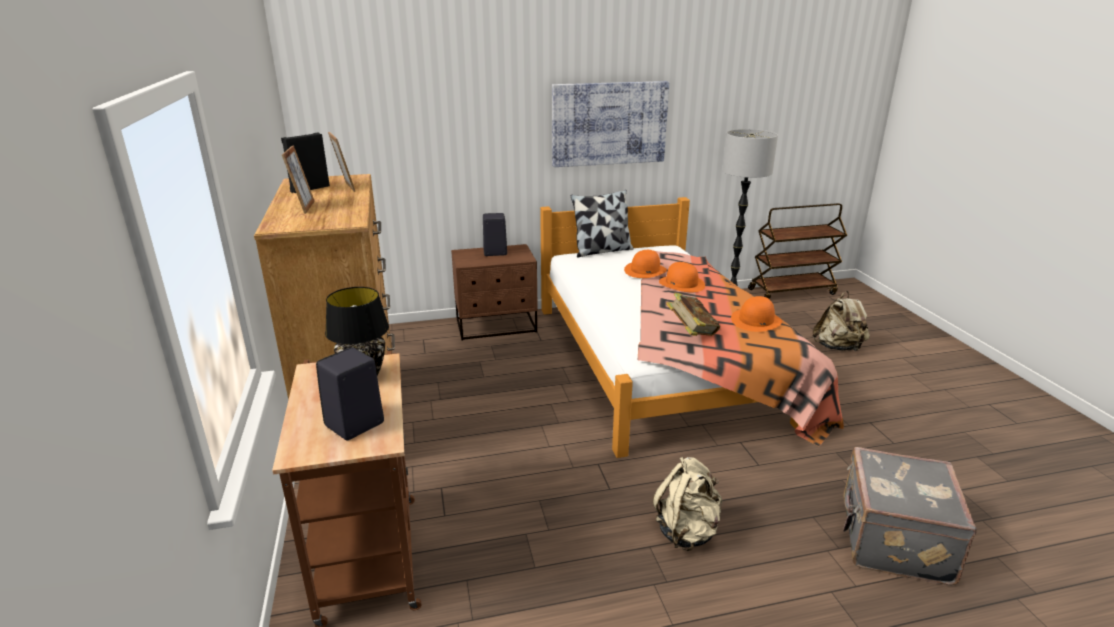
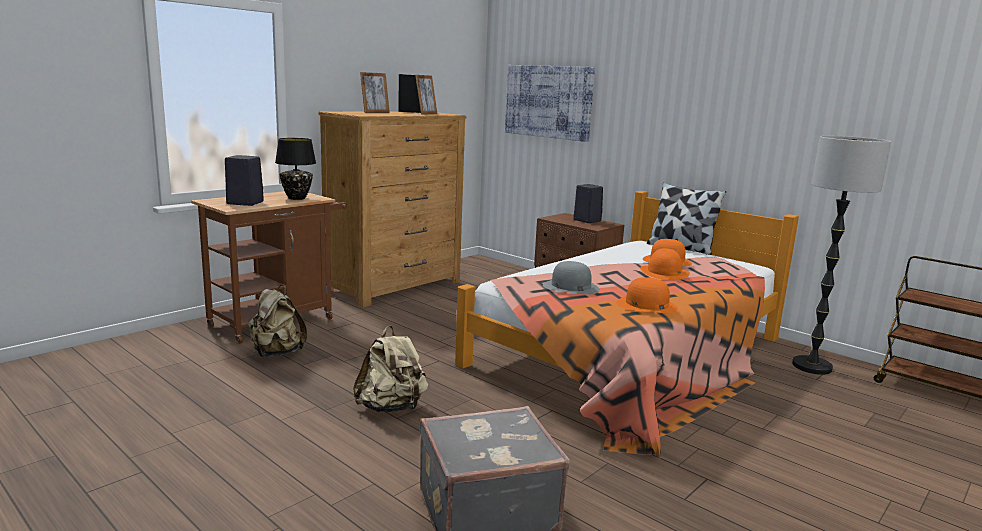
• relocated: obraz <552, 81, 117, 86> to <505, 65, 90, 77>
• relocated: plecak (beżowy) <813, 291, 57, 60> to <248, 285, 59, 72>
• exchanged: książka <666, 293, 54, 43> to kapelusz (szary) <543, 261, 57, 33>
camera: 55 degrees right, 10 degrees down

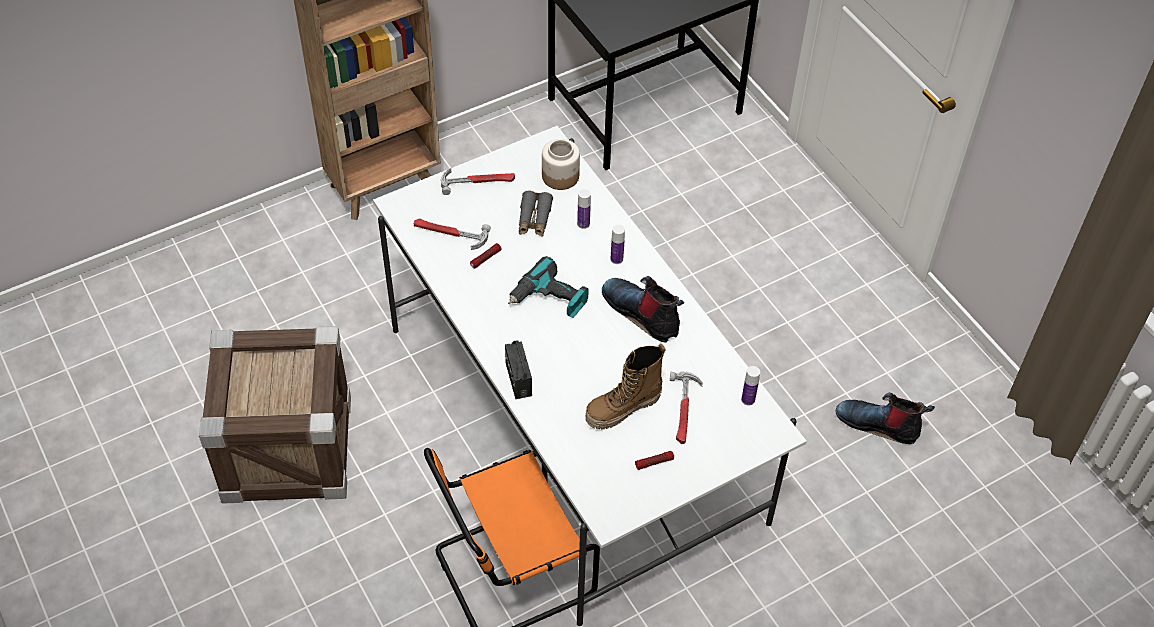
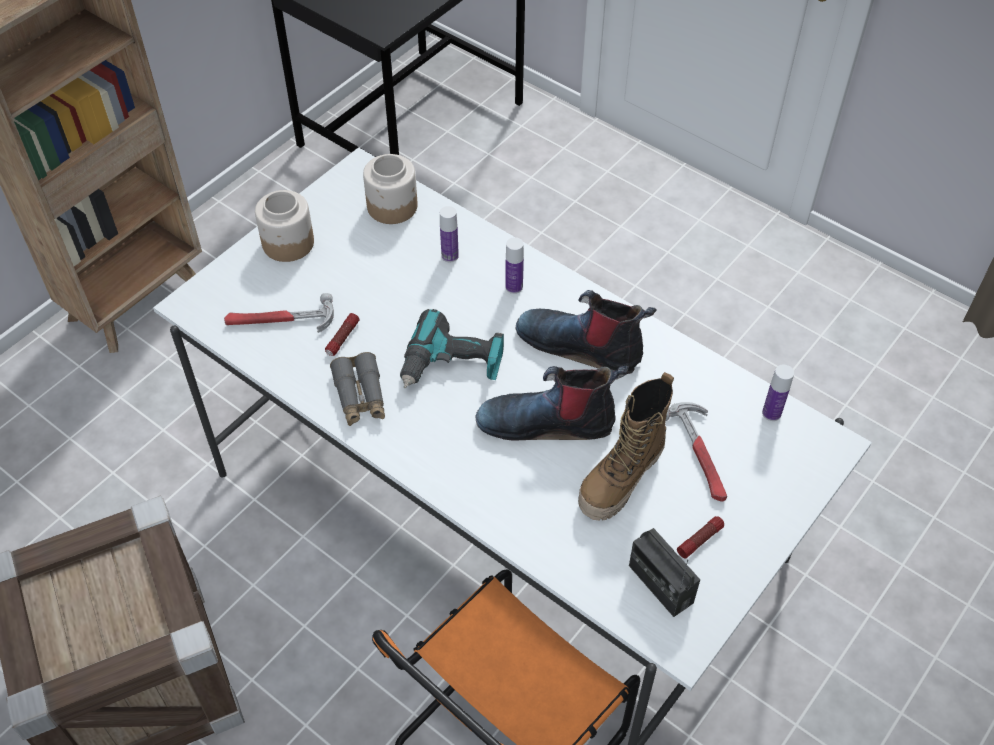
• exchanged: młotek <441, 168, 74, 27> to słoik <255, 190, 59, 72>
• relocated: lornetka (szary) <519, 190, 34, 47> to <330, 352, 55, 74>
• relocated: radio <505, 340, 27, 59> to <629, 528, 71, 89>
• relocated: but z cholewką <836, 393, 99, 51> to <476, 366, 153, 74>
camera: 20 degrees left, 0 degrees up

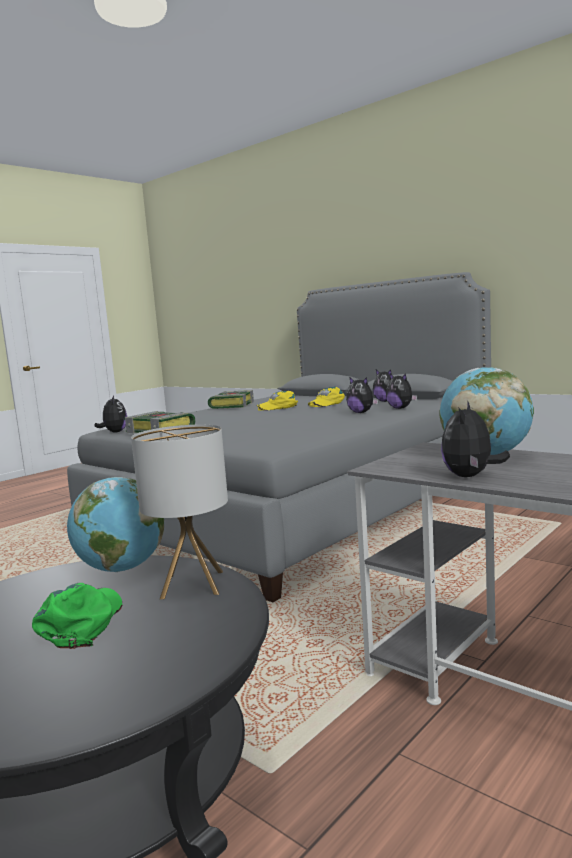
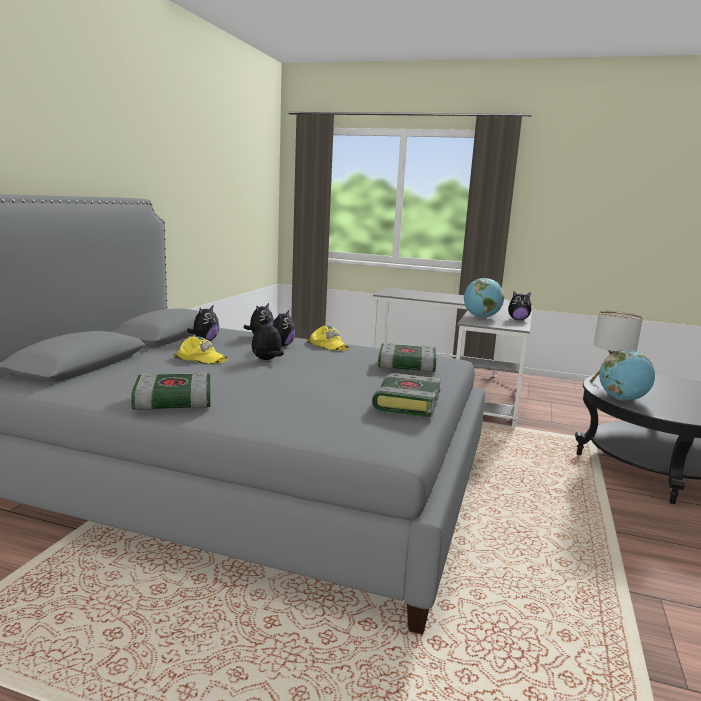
• relocated: czapka z daszkiem (żółty) <257, 391, 41, 19> to <307, 325, 42, 26>
• relocated: pluszak <95, 396, 32, 36> to <251, 320, 33, 40>
• missing: czapka z daszkiem (zielony) <32, 583, 91, 66>
• appeared: książka <378, 343, 58, 29>
camera: 115 degrees left, 5 degrees up

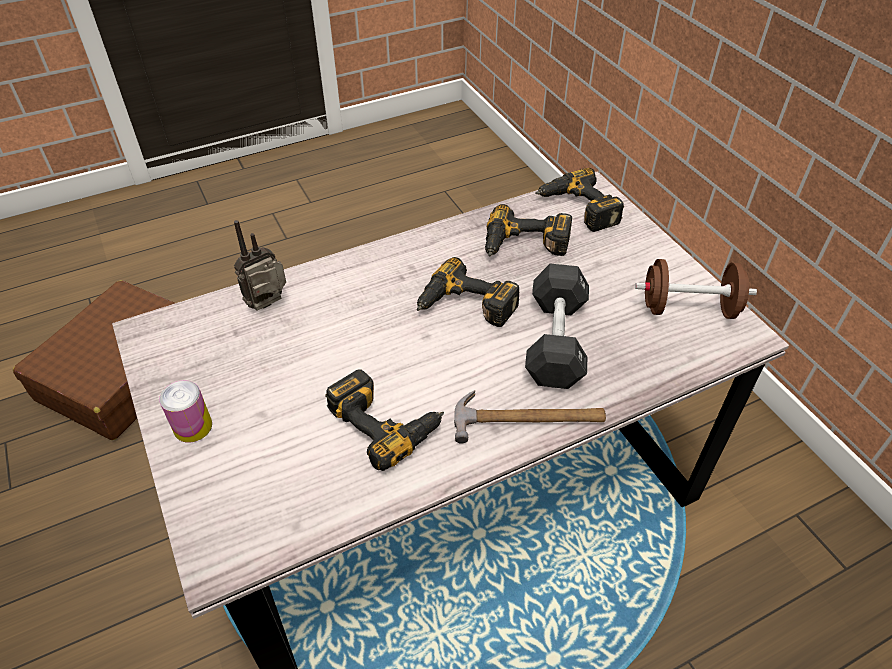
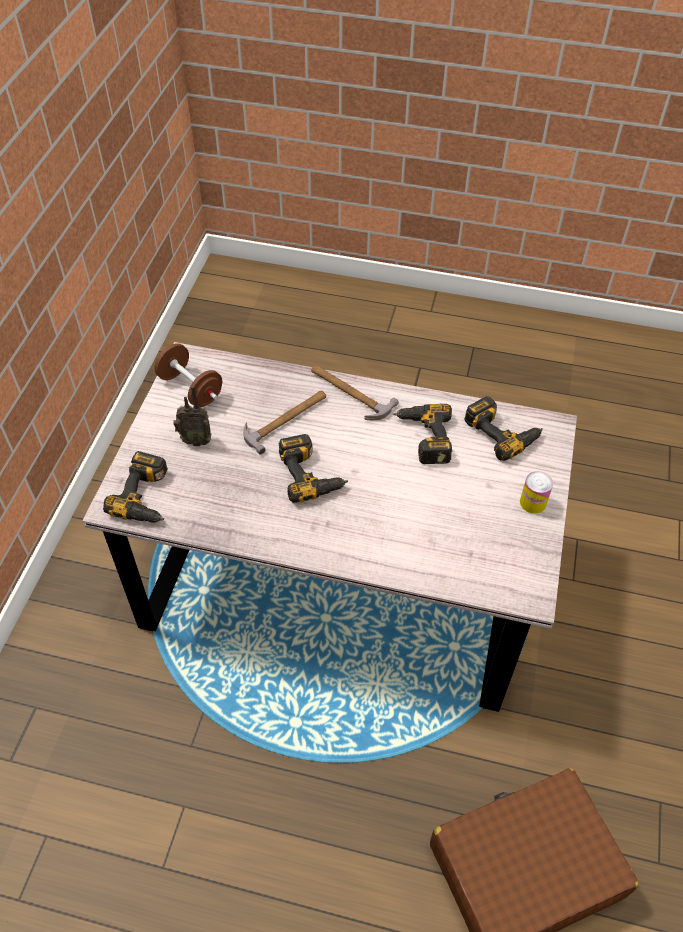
• relocated: wiertarka <485, 204, 87, 53> to <464, 396, 79, 65>
• relocated: radio <234, 220, 52, 91> to <173, 386, 39, 60>
• exchanged: hantel (czarny) <525, 264, 64, 125> to młotek <243, 391, 83, 64>
camera: 140 degrees left, 5 degrees up

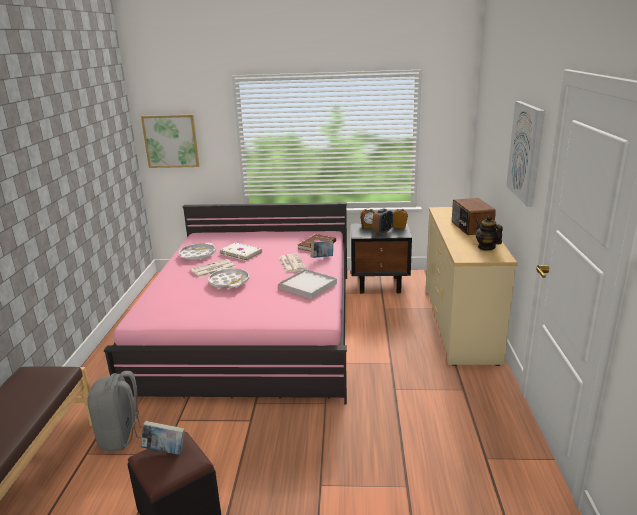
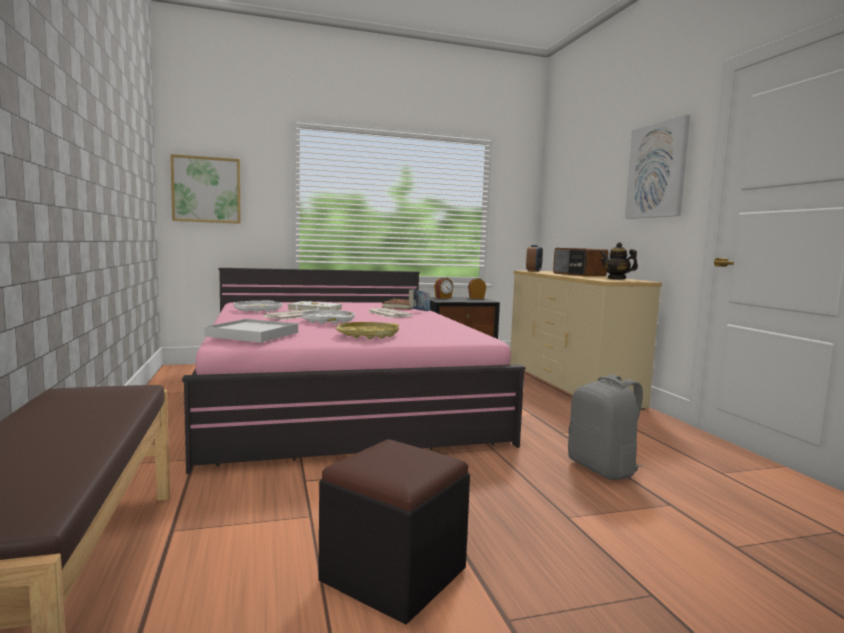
• relocated: budzik <372, 209, 21, 25> to <526, 245, 17, 27>
• relocated: taca (biały) <279, 269, 58, 30> to <204, 319, 94, 24>
• relocated: plecak (szary) <87, 371, 56, 80> to <568, 374, 75, 106>
• missing: książka <141, 421, 44, 34>
• appeared: taca (żółty) <336, 322, 63, 17>
camera: 20 degrees left, 15 degrees down

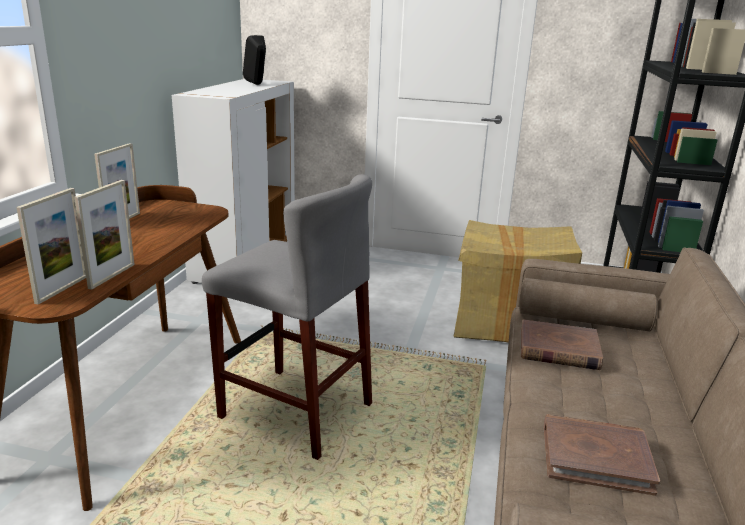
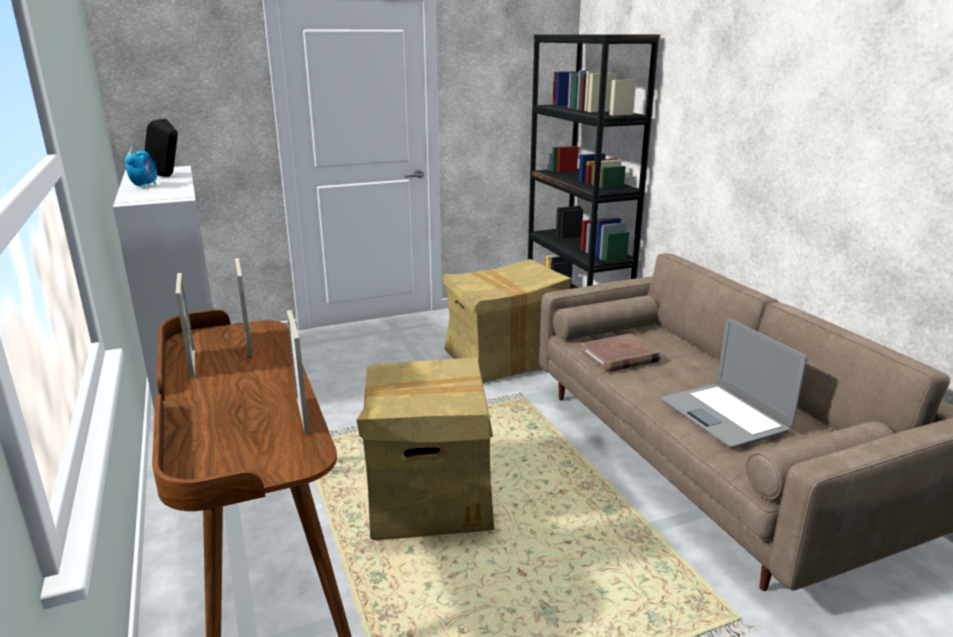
• exchanged: stołek (szary) <202, 174, 170, 286> to karton <356, 357, 138, 183>
• relocated: ramka na zdjęcie <16, 188, 70, 117> to <235, 258, 18, 98>
• exchanged: książka (brązowy) <544, 414, 116, 82> to laptop <661, 319, 146, 129>
• appeared: budzik <125, 146, 32, 43>
camera: 35 degrees left, 0 degrees up

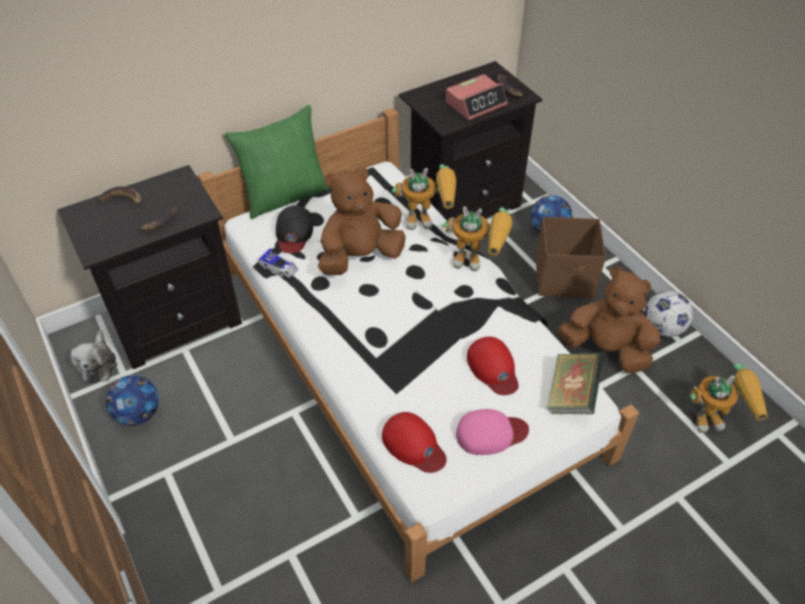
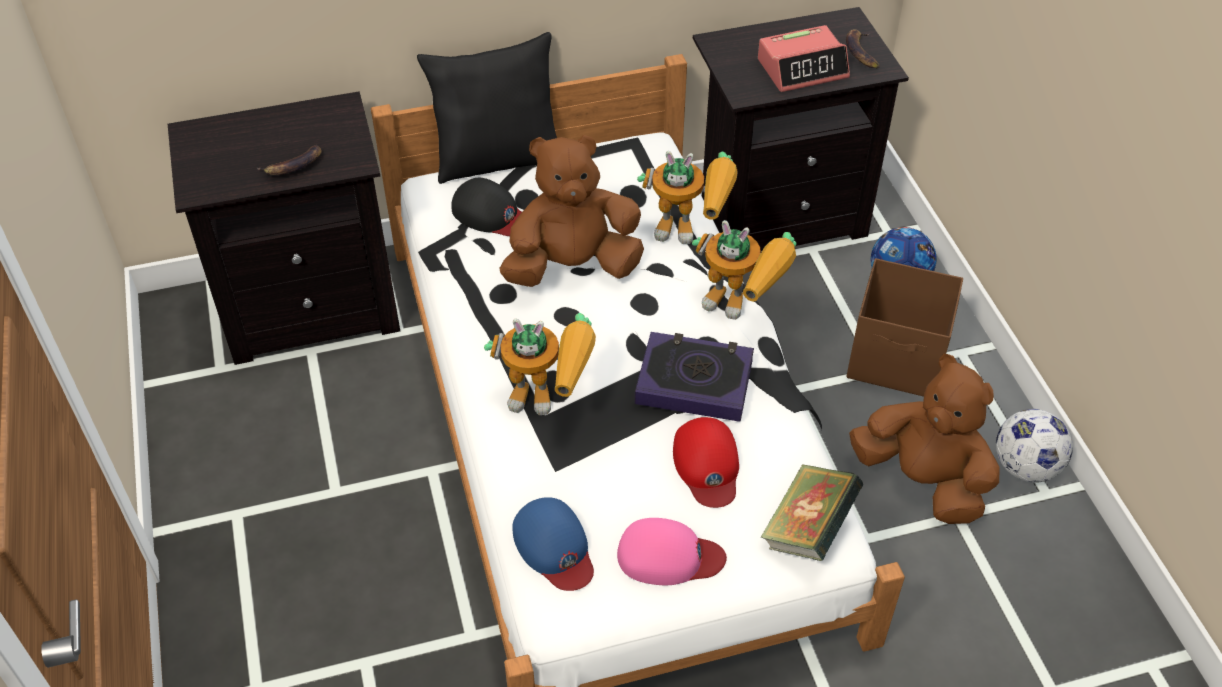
• colour: poduszka (zielony) <225, 105, 105, 114> to poduszka (czarny) <417, 32, 140, 152>
• missing: banan <98, 186, 43, 26>
• spun: czapka z daszkiem (czarny) <276, 206, 37, 47> = <451, 178, 71, 58> 75 degrees counterclockwise
• missing: samochodzik <258, 248, 40, 30>
• missing: pluszak <71, 331, 46, 53>
• relocated: robot zabawkowy <690, 363, 78, 70> to <484, 313, 112, 102>
• missing: piłka futbolowa <106, 375, 53, 51>
• colour: czapka z daszkiem (czerwony) <382, 412, 65, 61> to czapka z daszkiem (niebieski) <512, 497, 82, 94>
• appeared: książka <635, 332, 119, 90>
camera: 15 degrees right, 0 degrees up

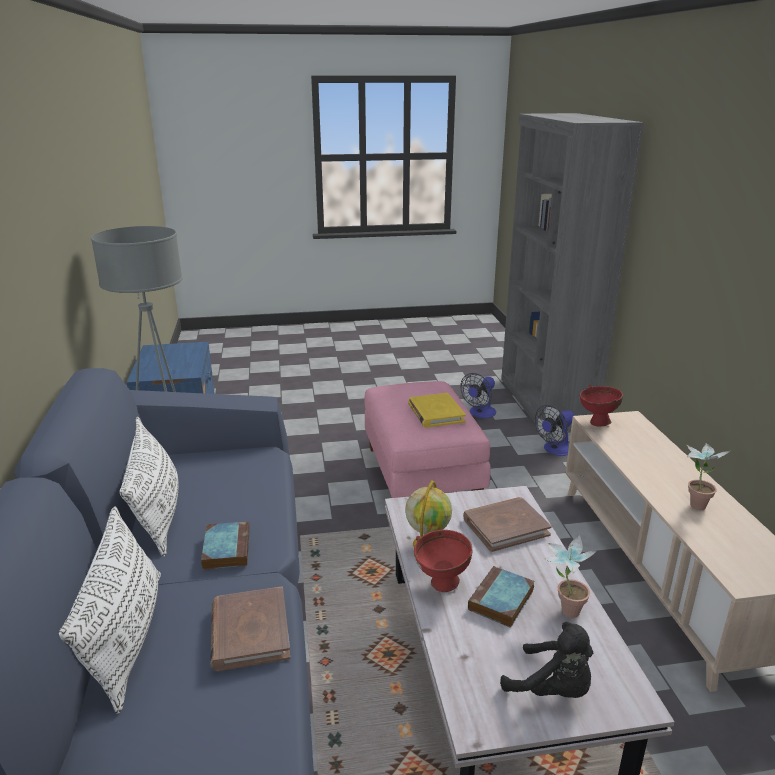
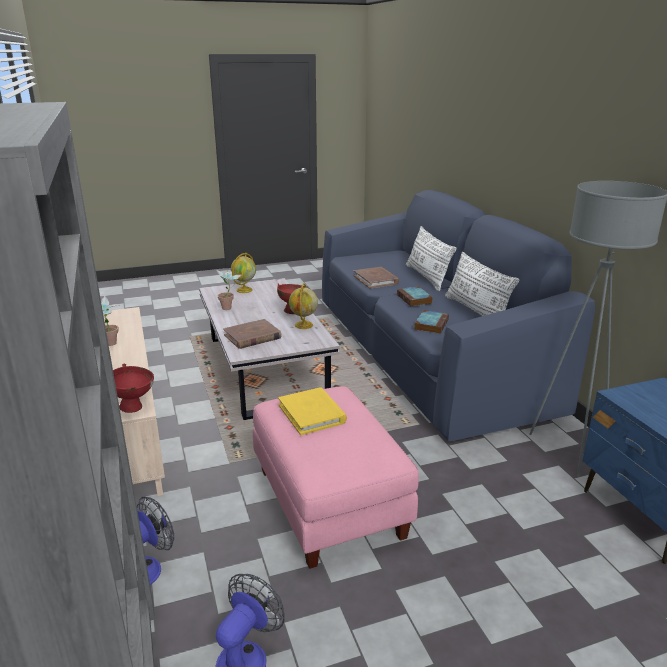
• relocated: książka <468, 566, 66, 62> to <414, 310, 35, 24>
• exchanged: pluszak (czarny) <500, 622, 93, 76> to globus <231, 253, 25, 40>
camera: 170 degrees right, 0 degrees up

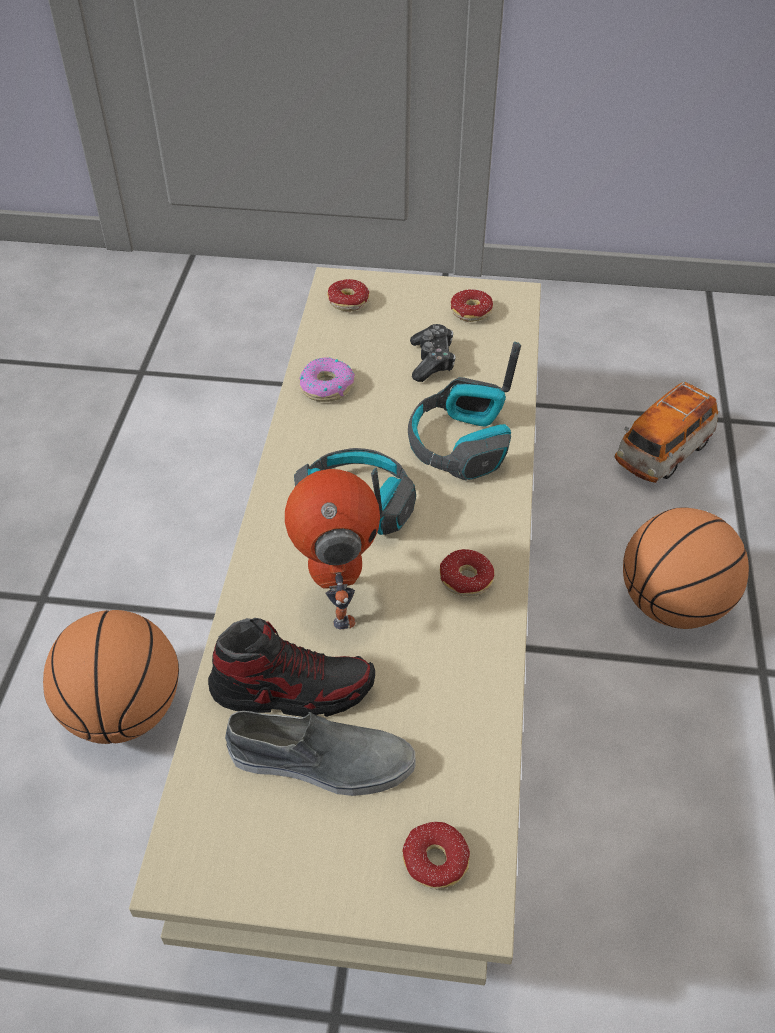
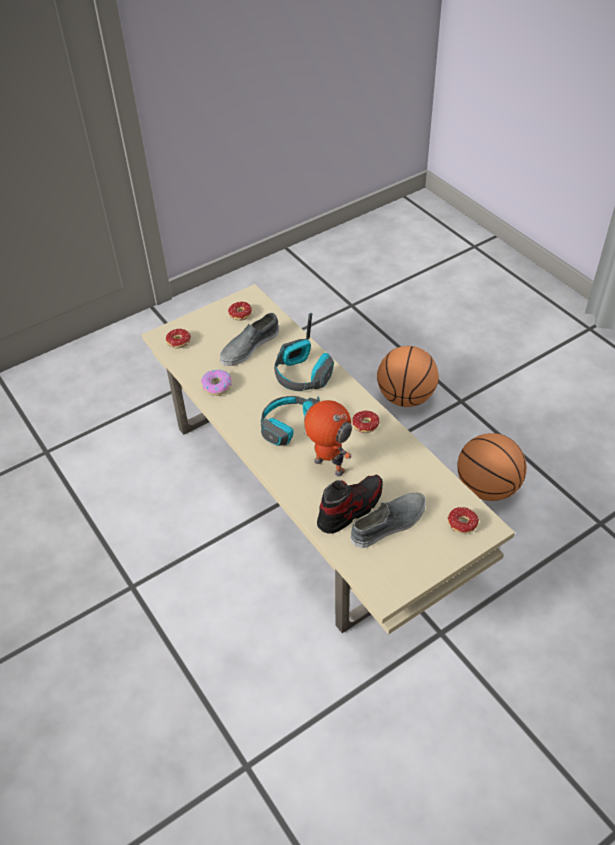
• exchanged: pad do gier <410, 324, 46, 58> to but (szary) <220, 313, 59, 53>
• missing: samochodzik <615, 382, 103, 101>
• relocated: piłka do koszykówki <43, 610, 136, 134> to <457, 433, 70, 68>
camera: 40 degrees left, 0 degrees up

